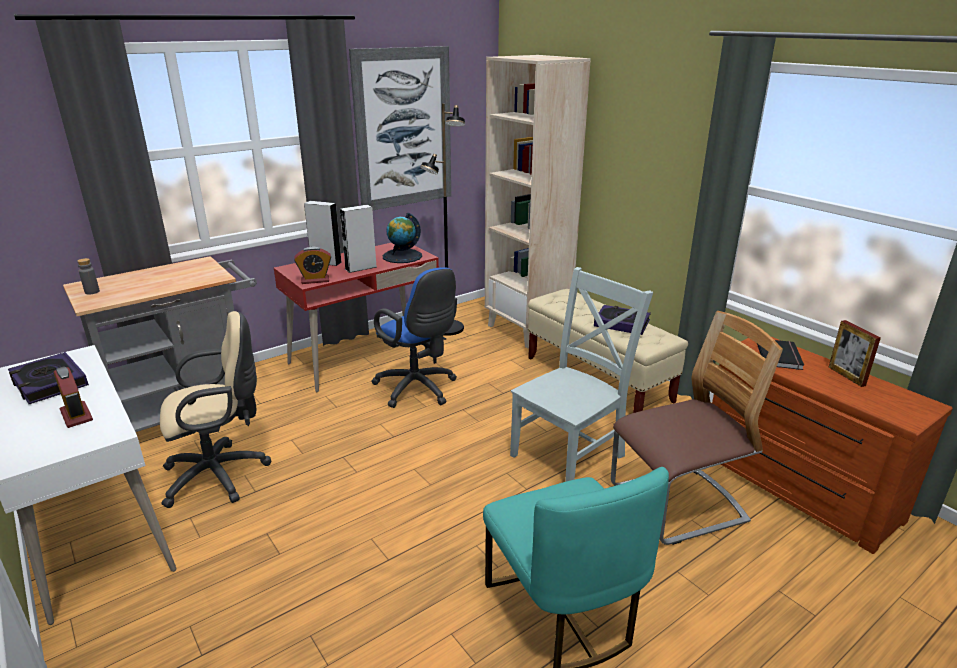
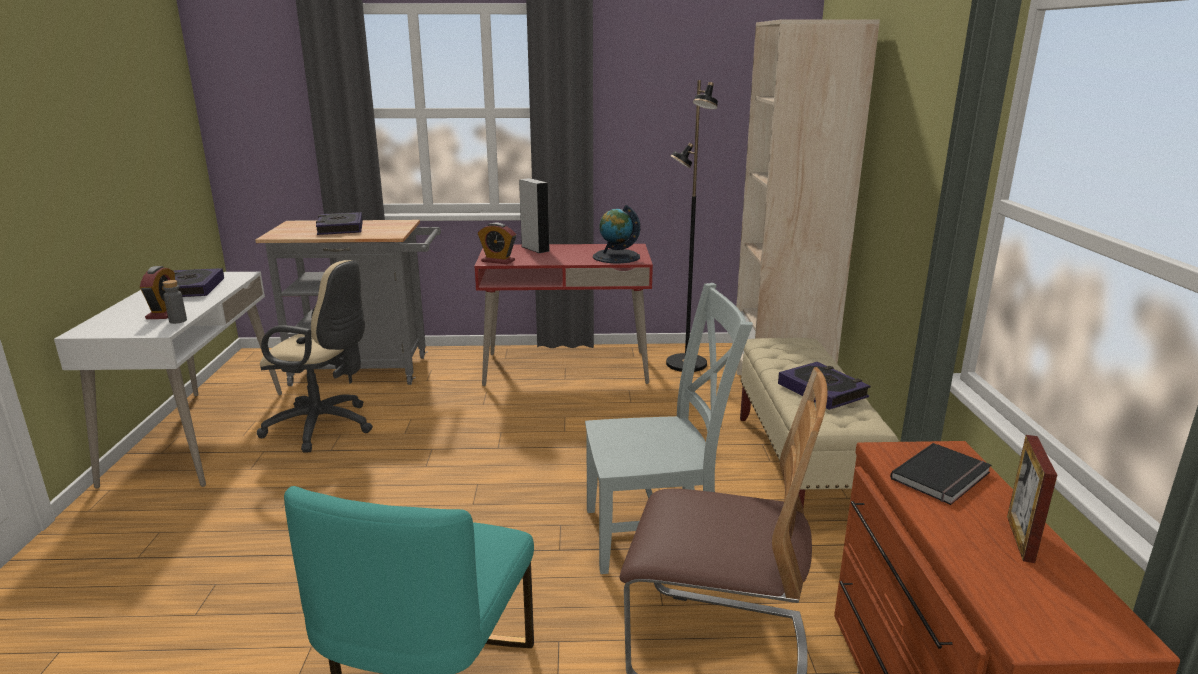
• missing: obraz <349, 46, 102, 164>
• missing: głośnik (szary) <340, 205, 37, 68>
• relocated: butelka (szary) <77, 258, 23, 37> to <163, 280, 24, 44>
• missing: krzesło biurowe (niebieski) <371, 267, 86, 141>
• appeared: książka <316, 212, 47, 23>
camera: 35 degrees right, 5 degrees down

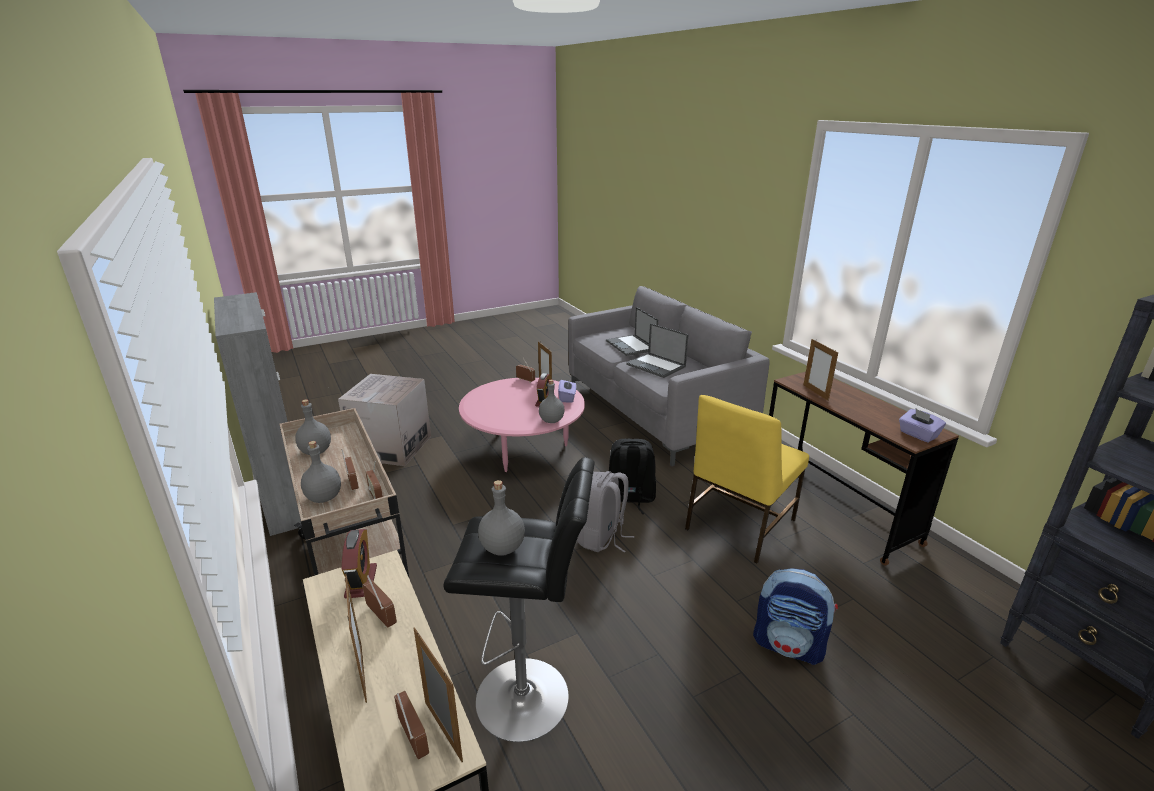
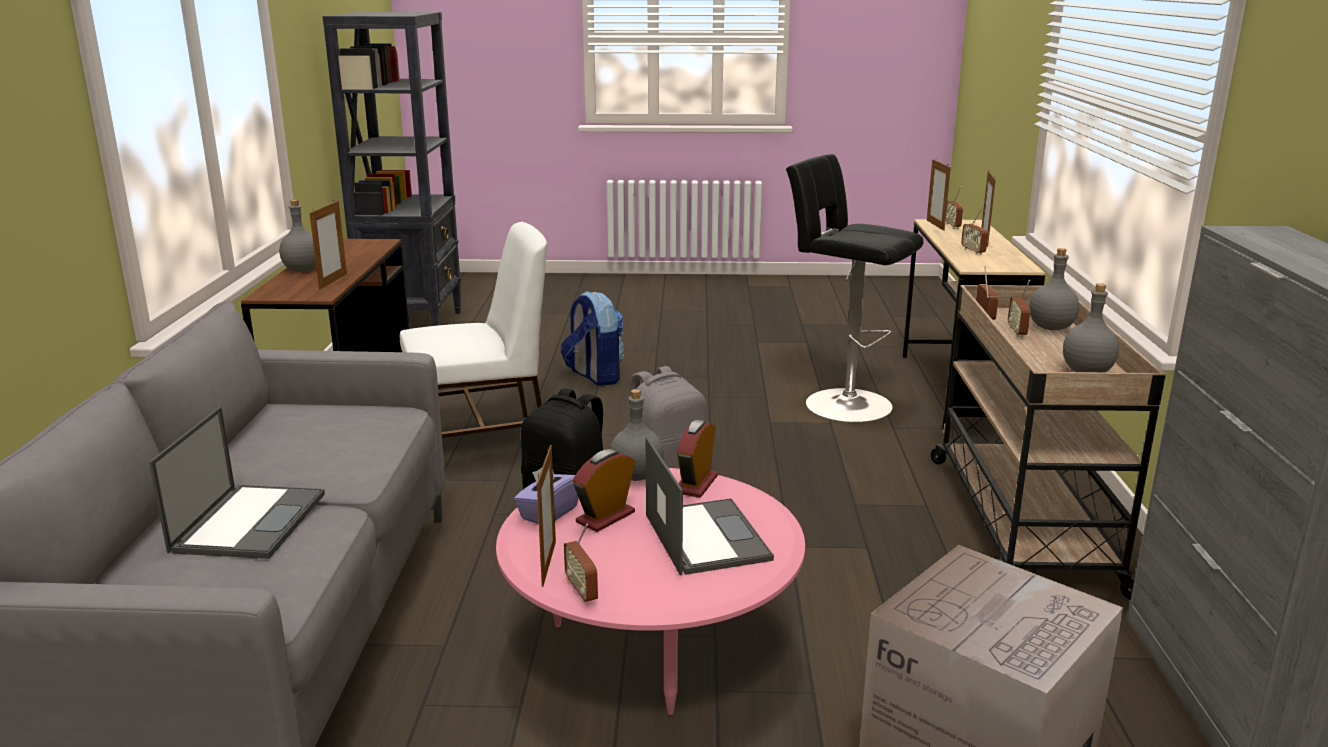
• relocated: laptop <626, 323, 63, 55> to <646, 437, 128, 138>
• colour: krzesło (żółty) <685, 395, 124, 168> to krzesło (biały) <400, 222, 147, 216>
• missing: pudełko chusteczek (fioletowy) <899, 409, 47, 33>
• relocated: butelka (szary) <478, 480, 47, 76> to <279, 200, 37, 72>
• relocated: budzik <342, 529, 35, 70> to <677, 420, 41, 78>
camera: 150 degrees left, 5 degrees down

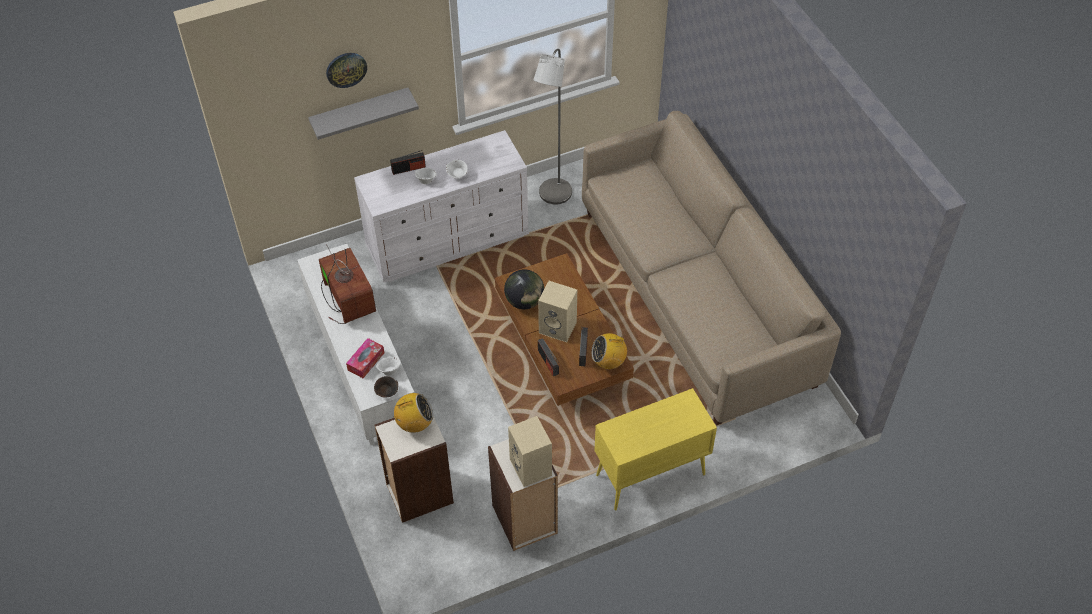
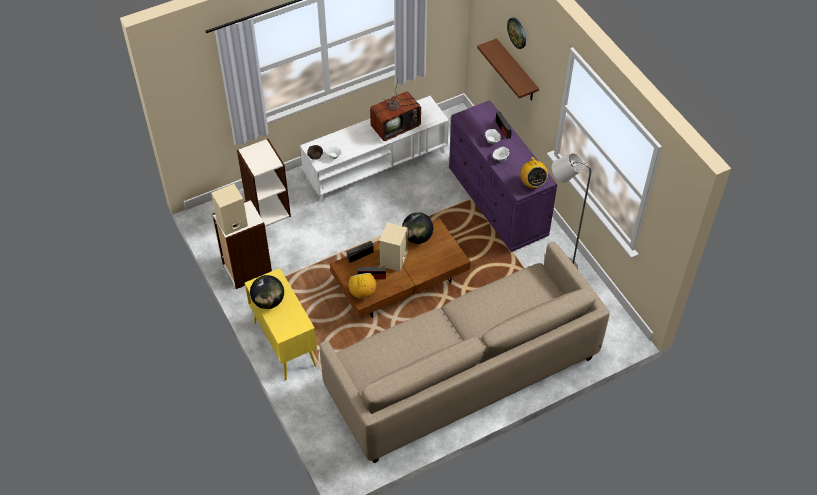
• colour: półka (szary) <308, 88, 111, 52> to półka (brązowy) <477, 38, 62, 63>
• colour: komoda (biały) <354, 130, 175, 152> to komoda (fioletowy) <449, 100, 108, 152>
• missing: pudełko chusteczek <346, 338, 38, 40>
• relocated: radio <393, 393, 40, 40> to <520, 157, 28, 32>
• appeared: globus <250, 275, 34, 34>
camera: 85 degrees right, 0 degrees up

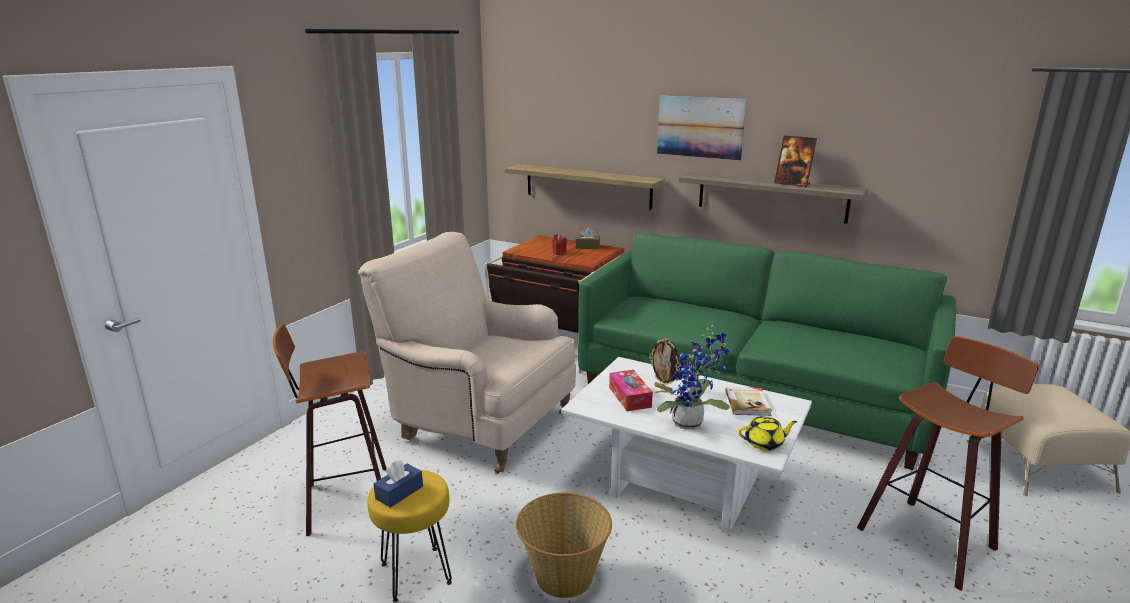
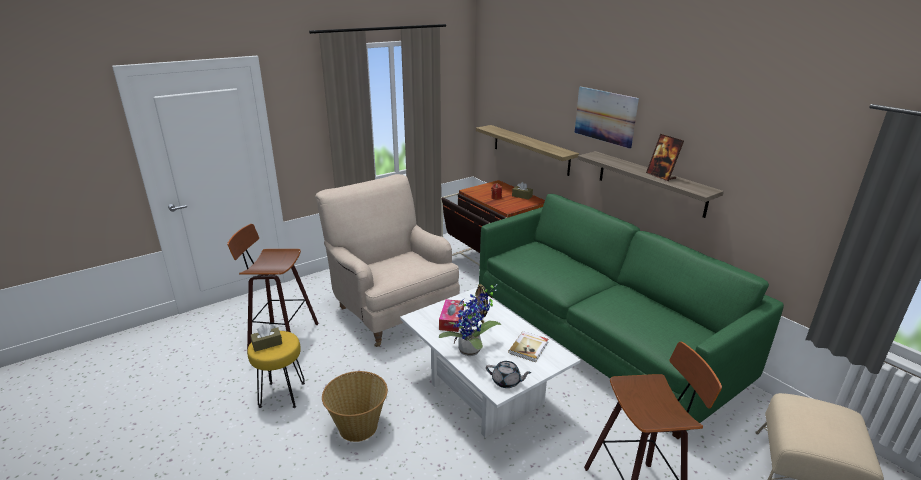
• colour: imbryk (żółty) <738, 416, 59, 35> to imbryk (szary) <486, 361, 46, 27>
• colour: pudełko chusteczek (niebieski) <374, 460, 49, 48> to pudełko chusteczek (brązowy) <250, 324, 32, 28>
camera: 25 degrees right, 5 degrees up

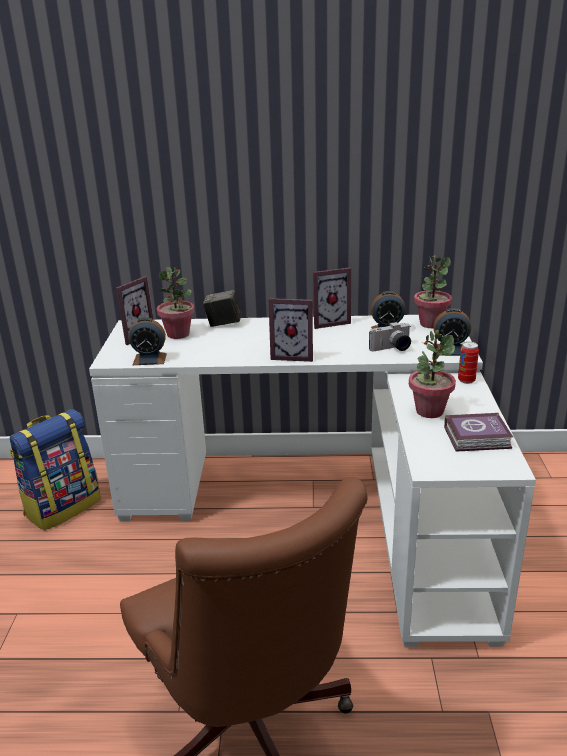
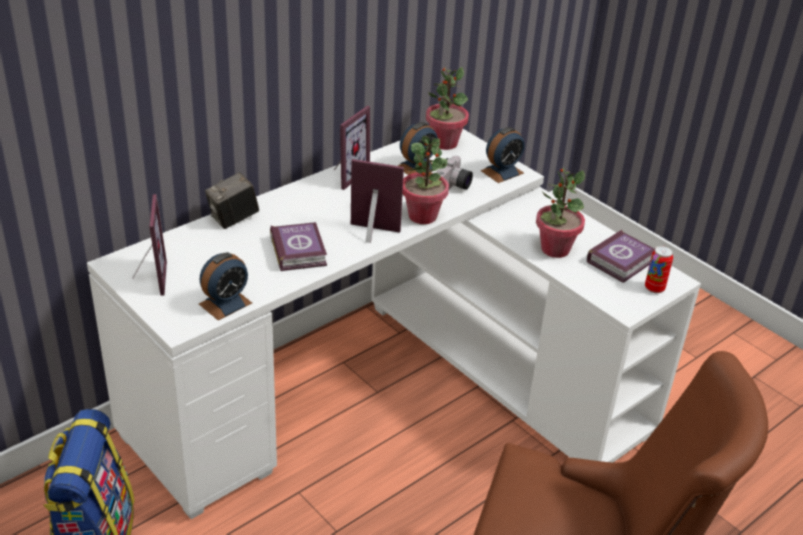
• relocated: roślina doniczkowa <157, 267, 38, 72> to <403, 136, 46, 88>
• spun: ramka na zdjęcie <268, 298, 45, 64> = <351, 159, 53, 84> 135 degrees counterclockwise
• relocated: puszka <458, 342, 21, 42> to <645, 245, 28, 48>
• appeared: książka <270, 222, 57, 49>
camera: 45 degrees left, 10 degrees up

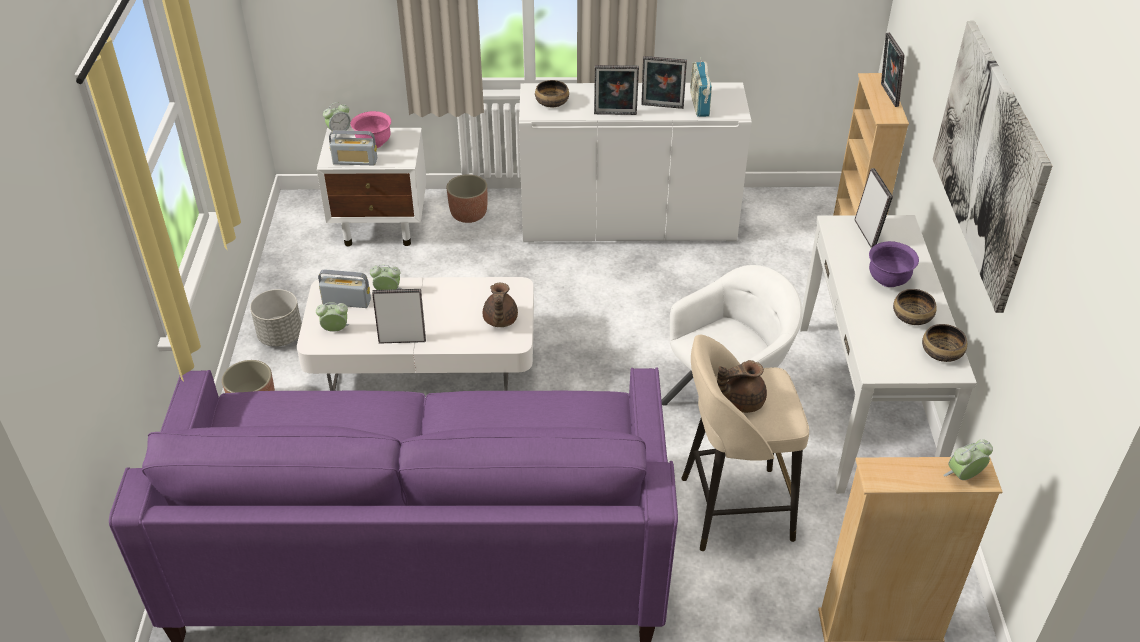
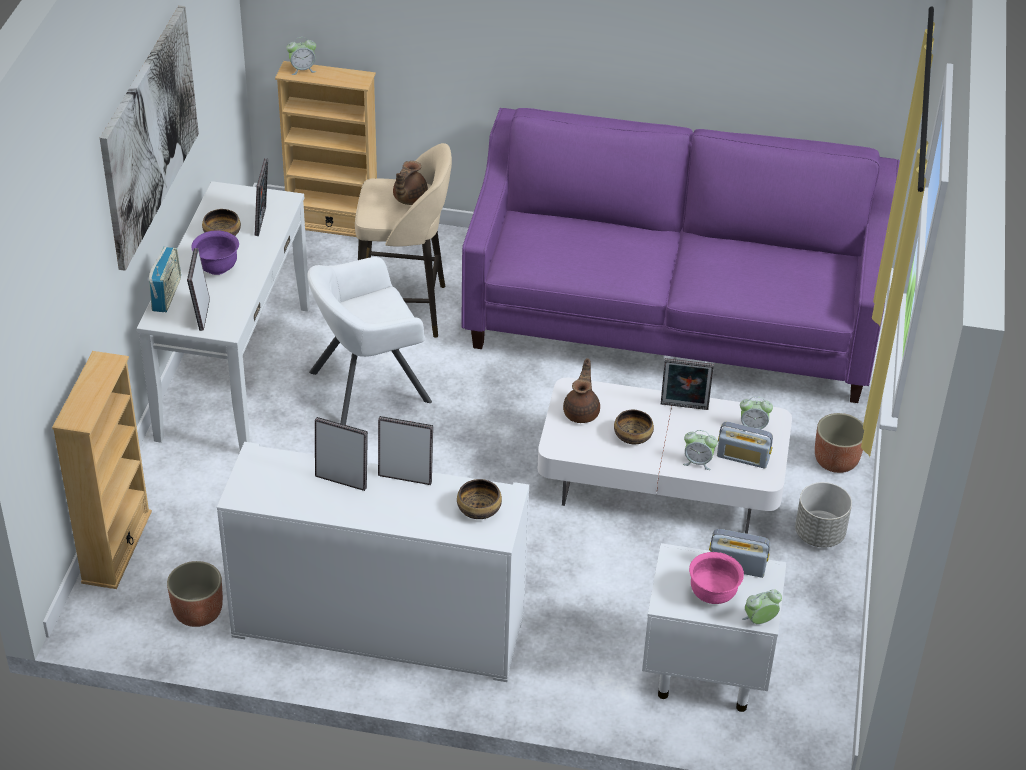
• relocated: ramka na zdjęcie <881, 32, 24, 75> to <255, 158, 13, 78>
• relocated: radio <690, 57, 22, 60> to <149, 247, 32, 66>
• relocated: donica <446, 174, 42, 49> to <167, 561, 56, 66>
• relocated: miska <922, 324, 45, 38> to <614, 410, 40, 34>
• spun: imbryk (brązowy) <717, 360, 50, 53> = <393, 161, 35, 44> 120 degrees clockwise
camera: 170 degrees left, 0 degrees up

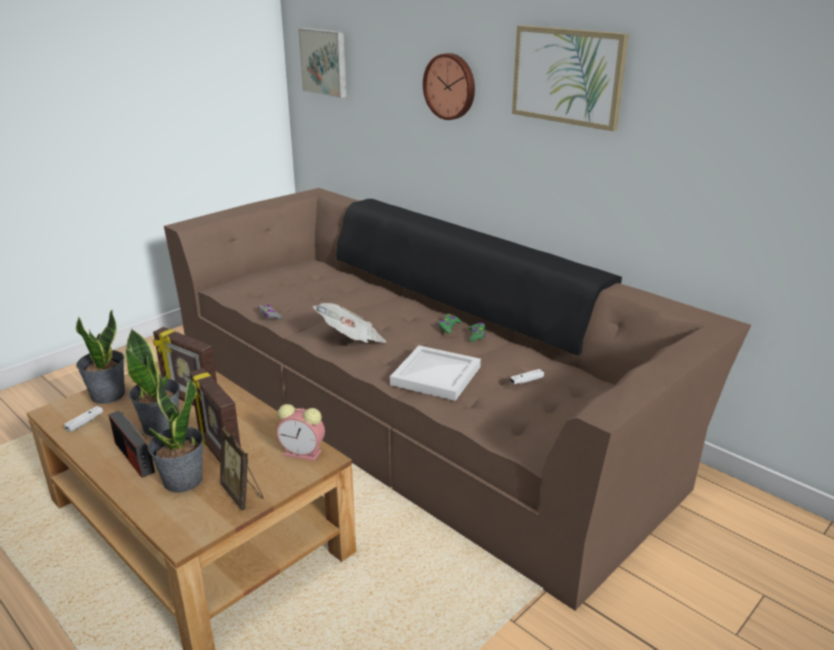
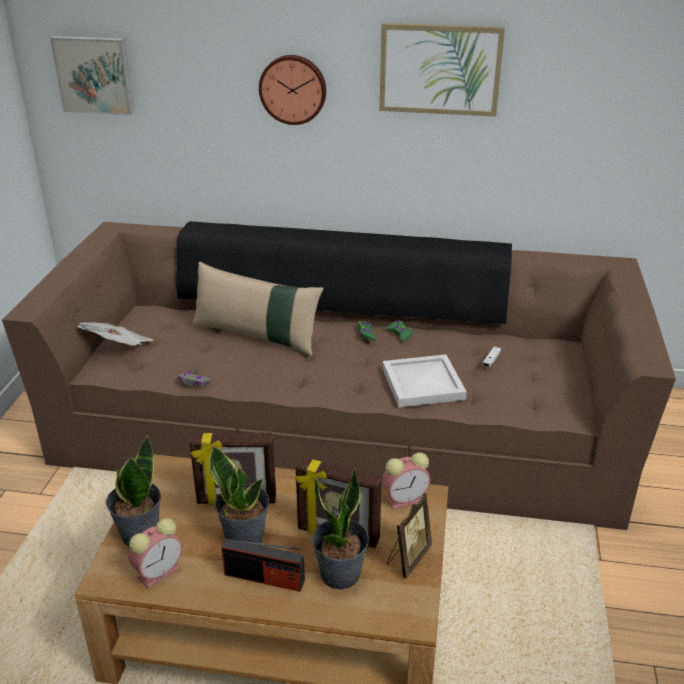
• relocated: gazeta <313, 303, 74, 40> to <77, 322, 76, 24>
• exchanged: pad do gier (biały) <64, 406, 39, 26> to budzik <128, 518, 54, 70>
• spun: ramka na zdjęcie <220, 427, 44, 84> = <387, 493, 45, 85> 75 degrees counterclockwise
• appeared: poduszka (beżowy) <192, 262, 131, 94>
camera: 35 degrees left, 5 degrees up

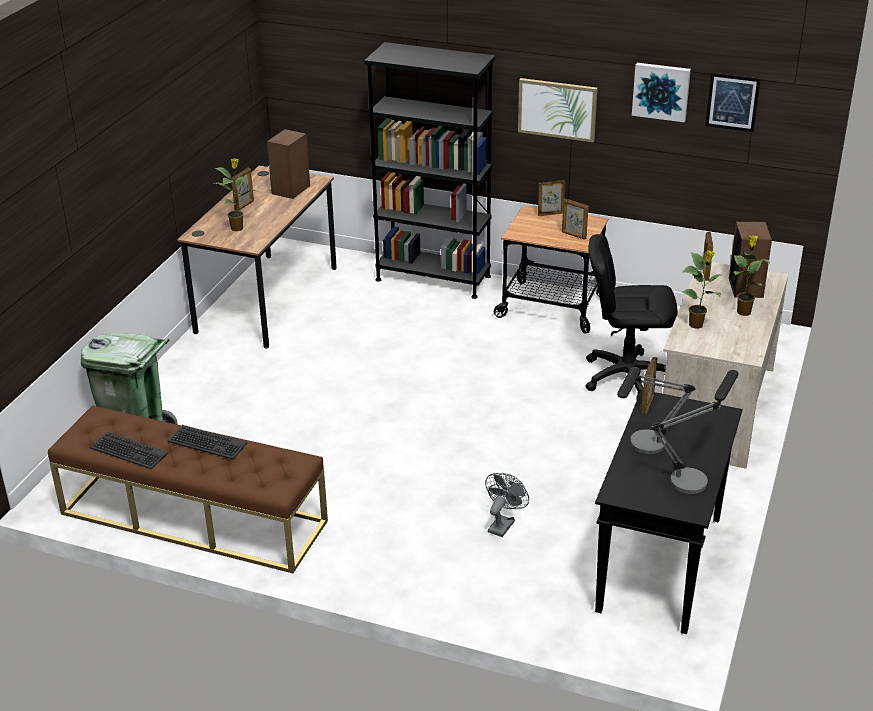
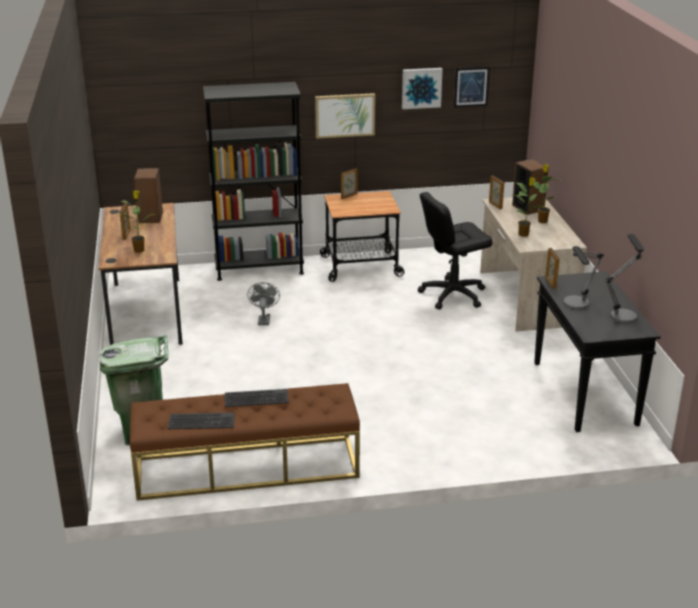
• missing: ramka na zdjęcie <562, 198, 26, 42>
• relocated: wentylator (szary) <485, 473, 44, 64> to <247, 282, 33, 43>
camera: 30 degrees left, 5 degrees down

